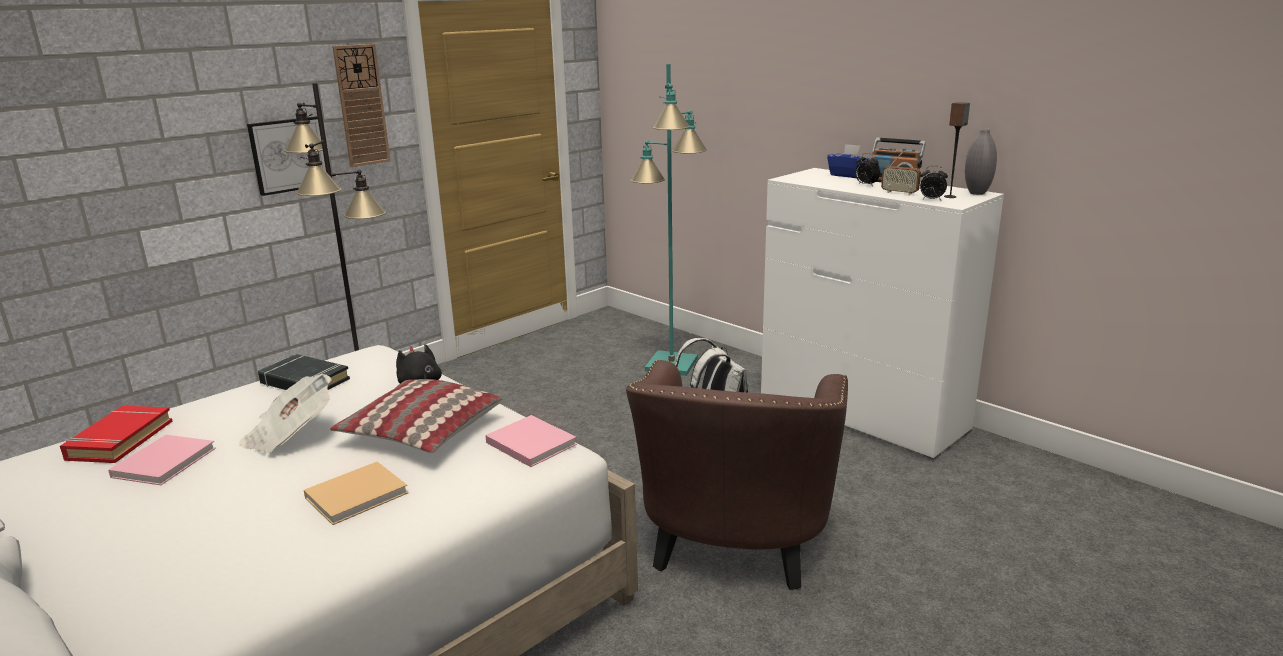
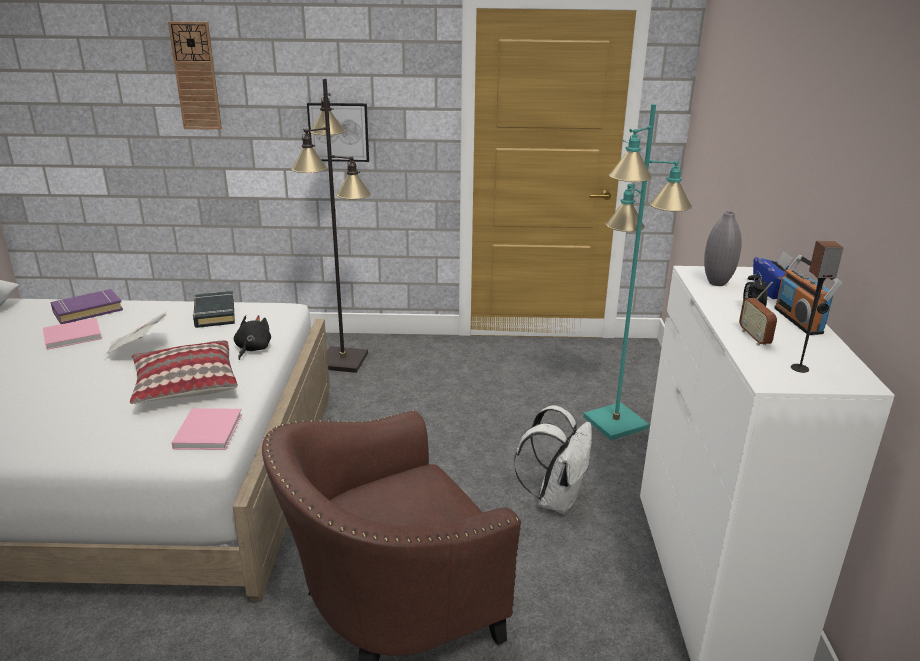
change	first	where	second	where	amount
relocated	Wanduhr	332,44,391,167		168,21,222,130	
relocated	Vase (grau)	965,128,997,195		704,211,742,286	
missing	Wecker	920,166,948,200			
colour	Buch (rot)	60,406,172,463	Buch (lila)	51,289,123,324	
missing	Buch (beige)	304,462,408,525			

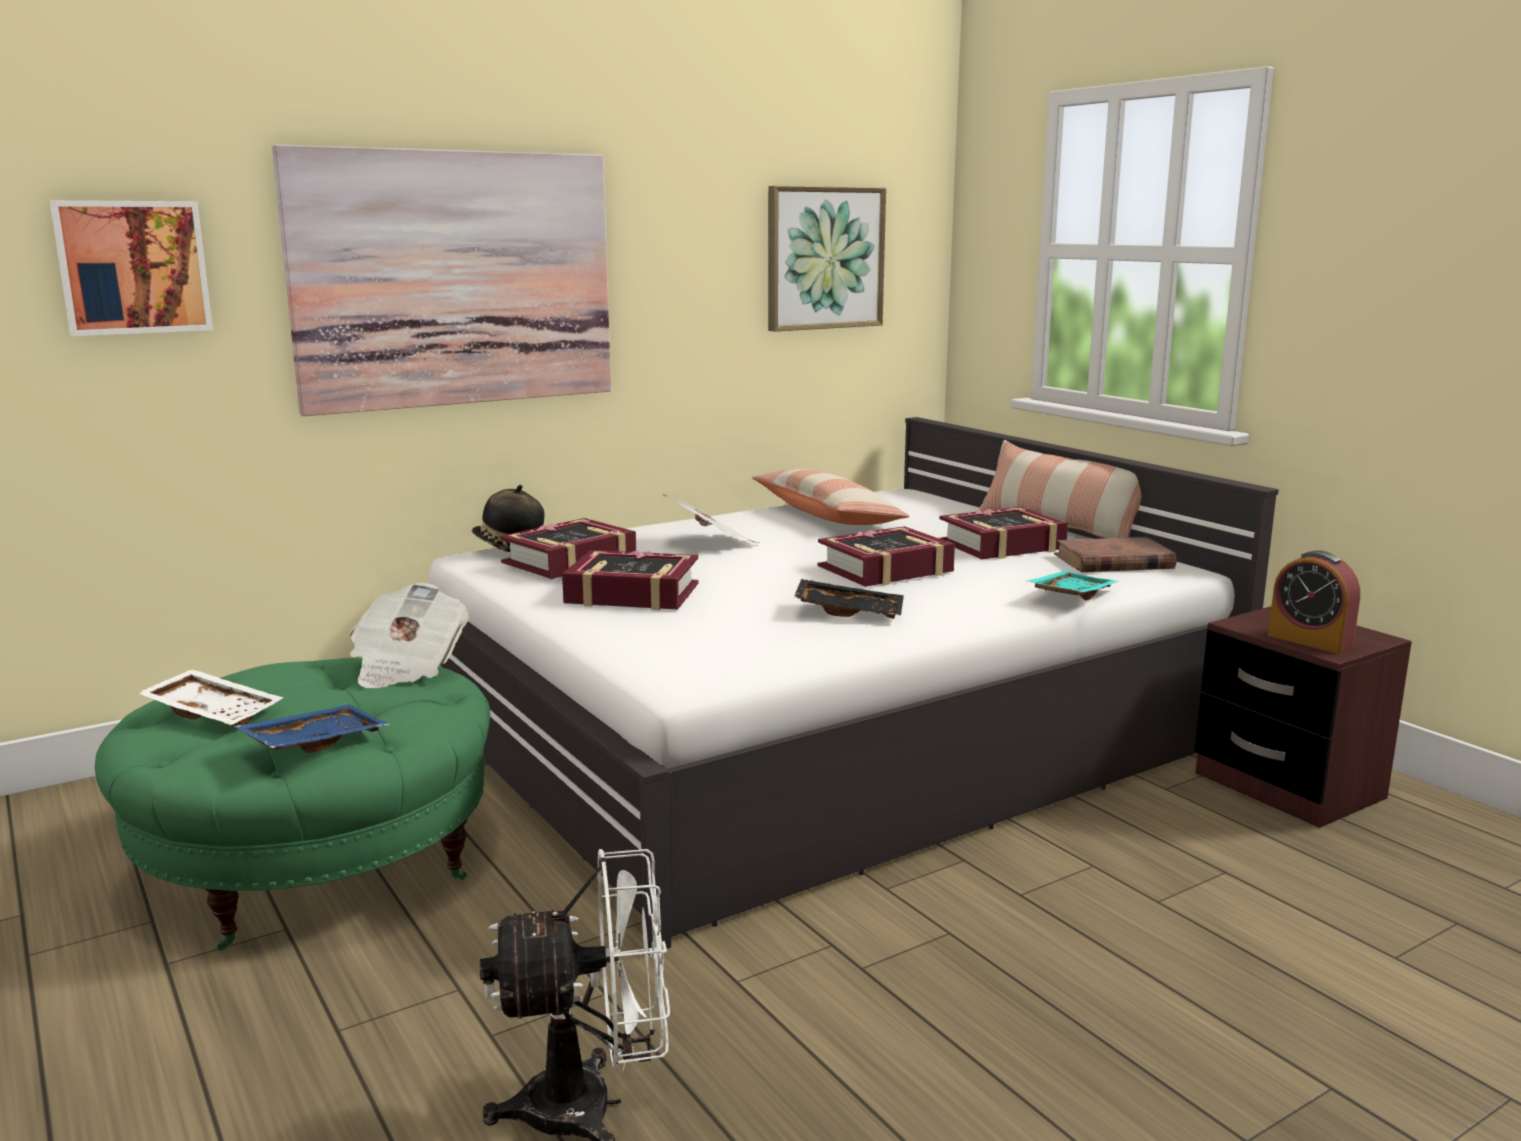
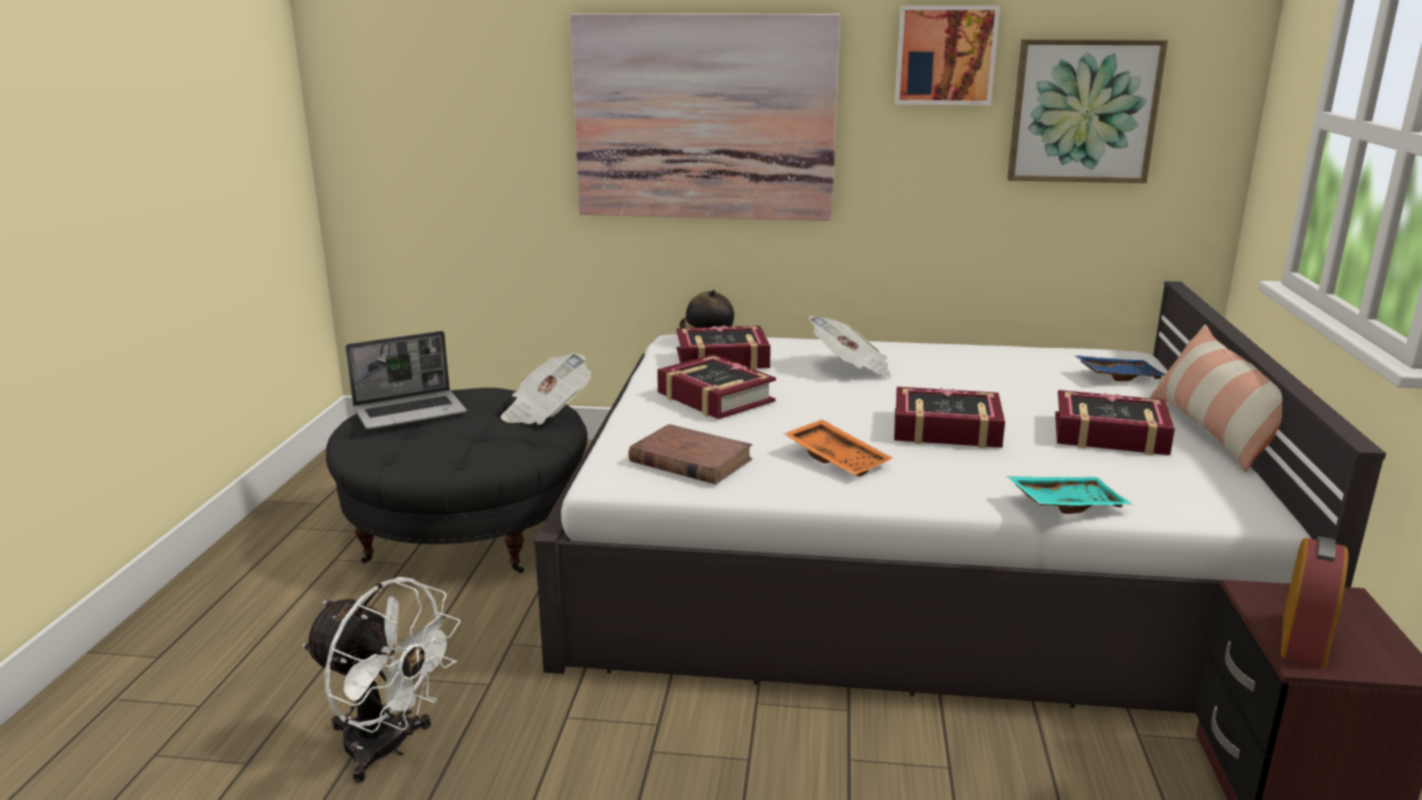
change	first	where	second	where	amount
relocated	Bild	50,200,213,336		895,5,1000,105	
missing	Kissen	752,469,909,525			
relocated	Buch (braun)	1054,537,1177,572		628,424,753,484	
spun	Wecker	1268,550,1360,654		1281,536,1348,668	150 degrees counterclockwise
colour	Tablett (schwarz)	794,579,904,619	Tablett (orange)	784,419,893,476	
colour	Polsterhocker (grün)	95,657,490,951	Polsterhocker (schwarz)	326,388,588,573	
exchanged	Tablett (weiß)	138,669,283,726	Laptop	346,331,467,429	
relocated	Tablett (blau)	234,704,390,753		1074,355,1165,381	

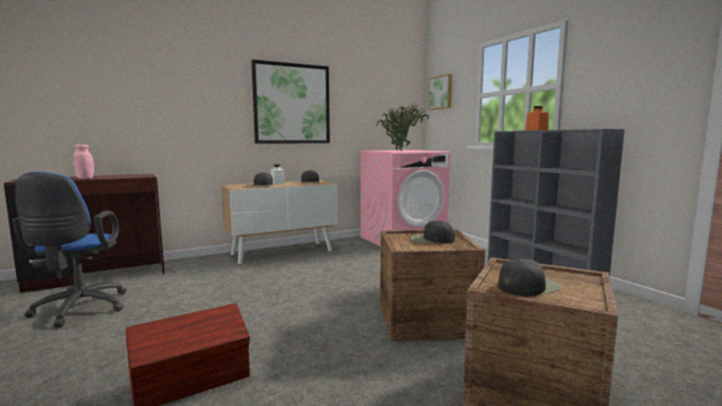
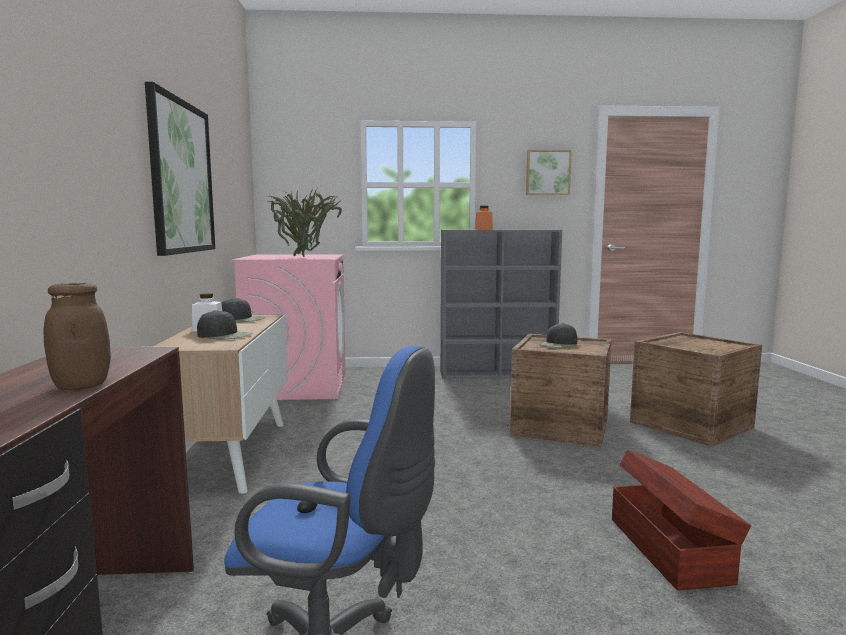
change	first	where	second	where	amount
relocated	Bild	428,74,452,110		526,150,572,195	
colour	Vorratsglas (rosa)	73,145,94,179	Vorratsglas (braun)	43,283,111,390	
missing	Kappe (schwarz)	498,259,561,296			

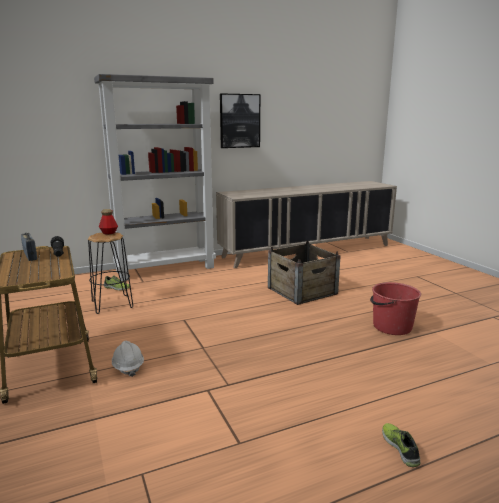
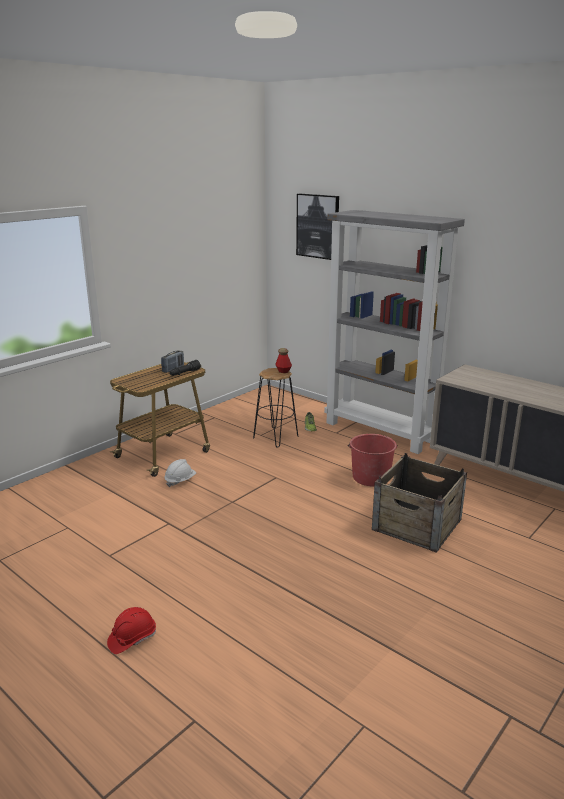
change	first	where	second	where	amount
relocated	Bild	220,94,260,148		296,194,339,260	
relocated	Eimer (rot)	370,282,421,335		348,434,398,486	
exchanged	Schuh	382,423,420,467	Schutzhelm (rot)	107,607,156,654	

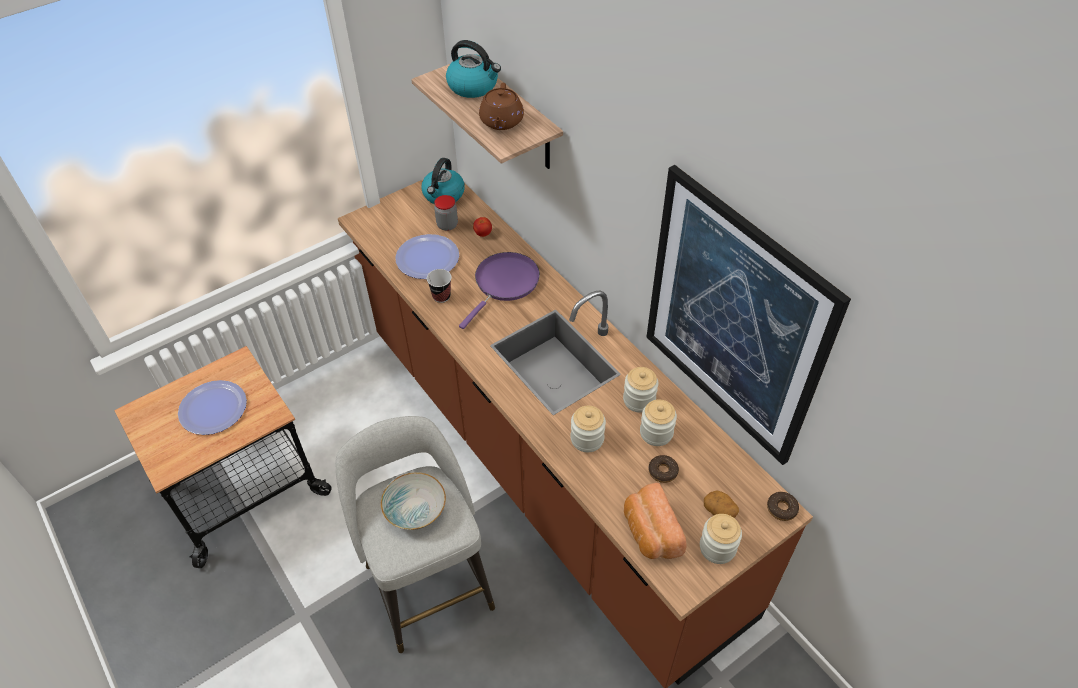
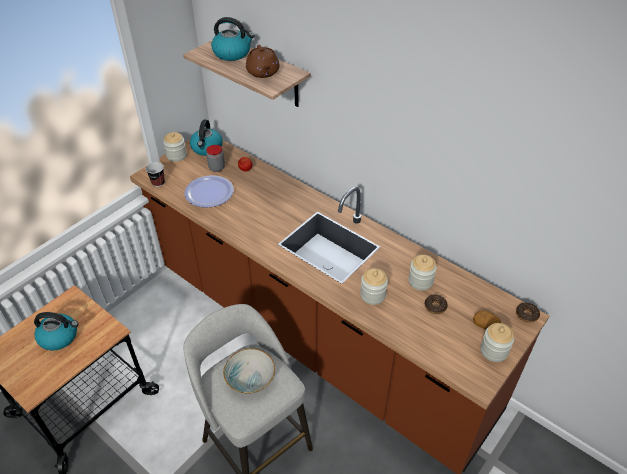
change	first	where	second	where	amount
missing	Bild	647,165,851,465			
missing	Pfanne (lila)	459,252,540,329			
relocated	Tasse	427,269,452,303		146,162,165,187	
relocated	Vorratsglas	623,367,658,413		163,132,187,162	
exchanged	Teller	178,380,247,435	Wasserkessel	34,312,78,351	
missing	Brot	624,483,687,559			

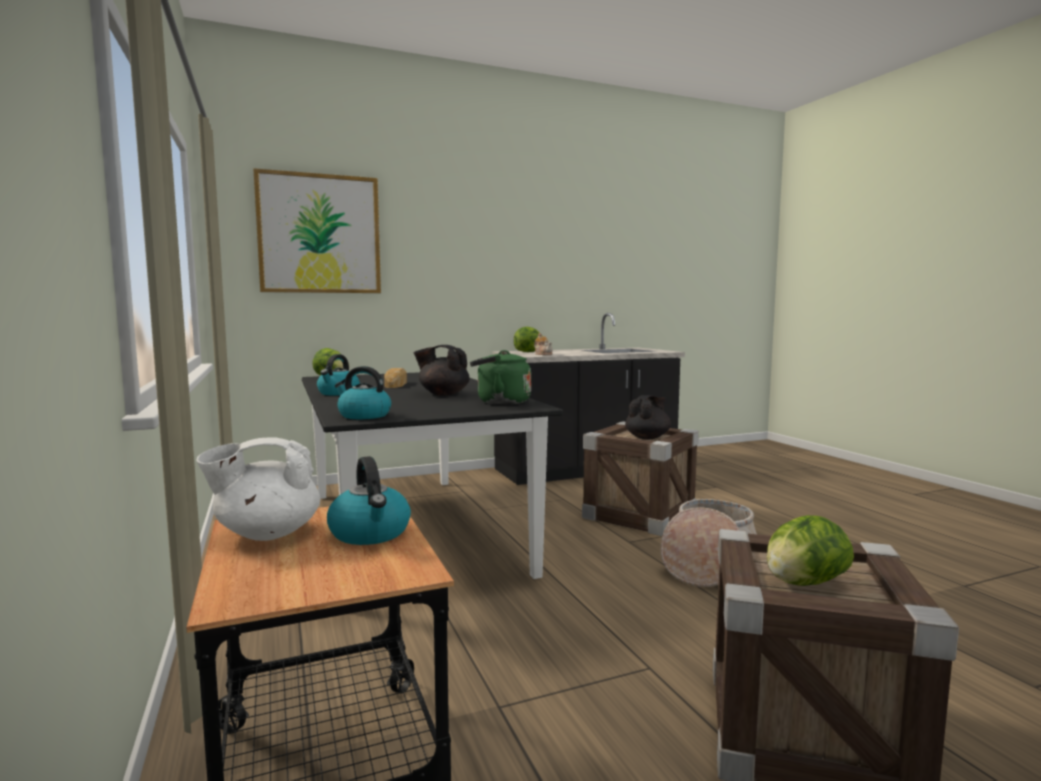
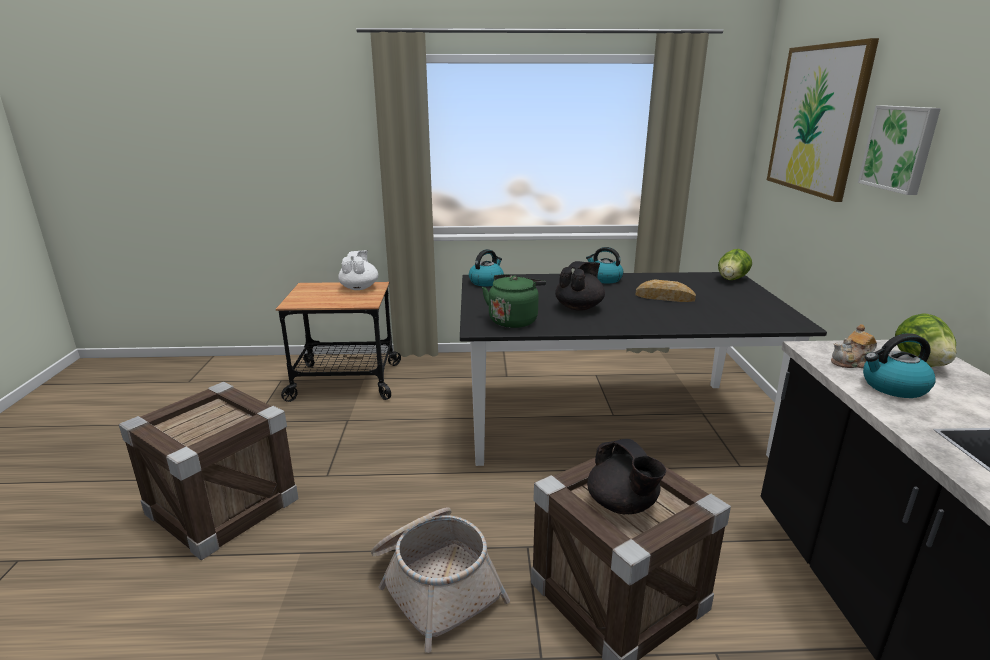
change	first	where	second	where	amount
relocated	Wasserkessel	327,456,411,545		863,333,936,398	
missing	Salatkopf	767,515,854,586			
appeared			Bild	858,105,941,195	

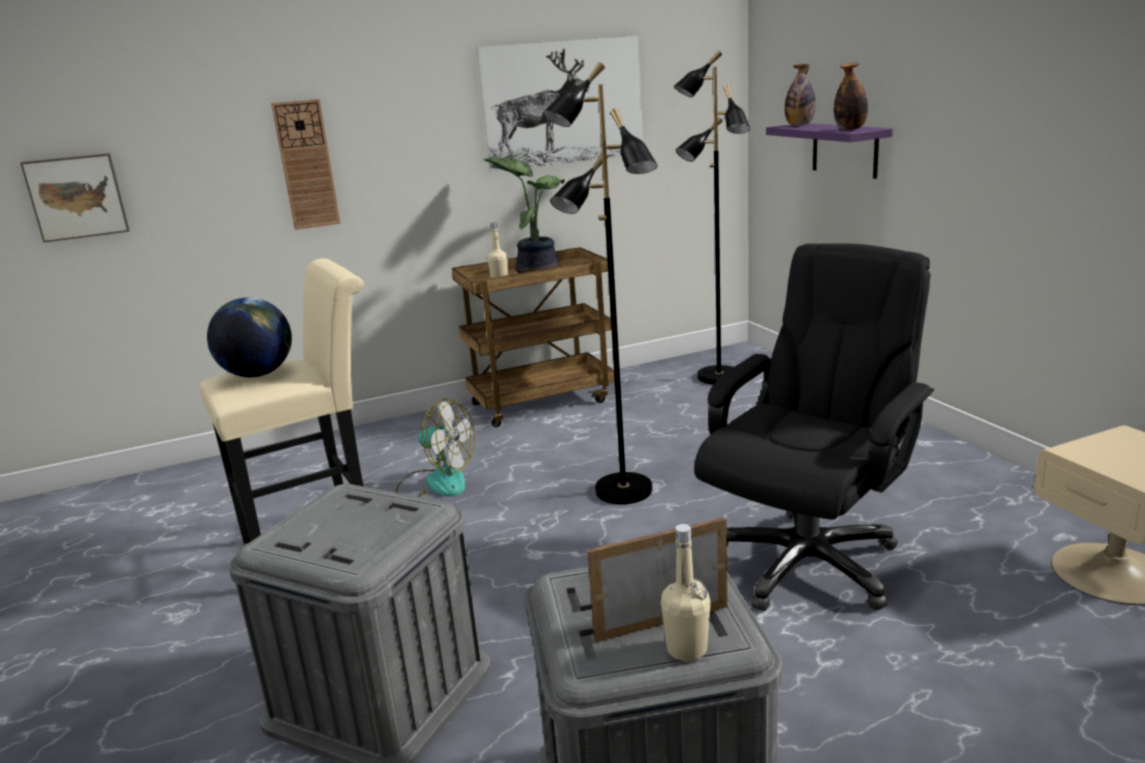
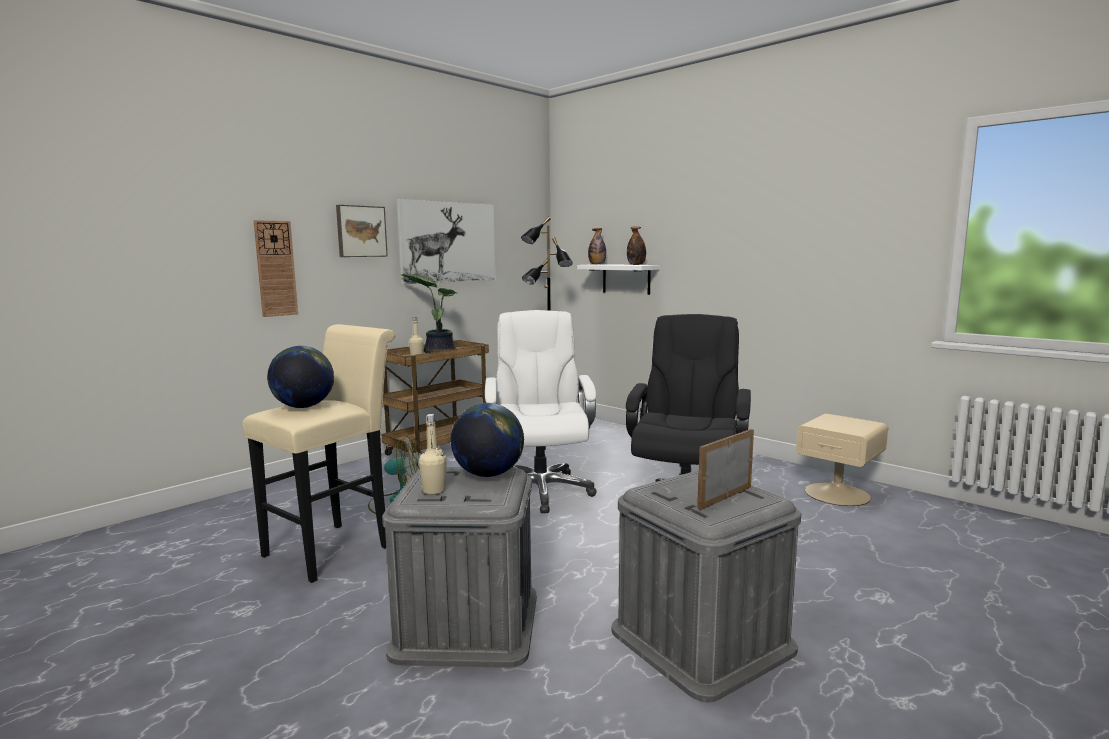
change	first	where	second	where	amount
exchanged	Stehlampe (schwarz)	543,62,658,504	Bürostuhl (weiß)	485,310,597,513	
colour	Wandregal (lila)	766,123,893,179	Wandregal (weiß)	577,264,660,295	
relocated	Bild	20,153,130,242		336,205,388,257	
relocated	Flasche (beige)	661,524,711,661		419,414,447,495	
appeared			Globus	451,403,524,477	

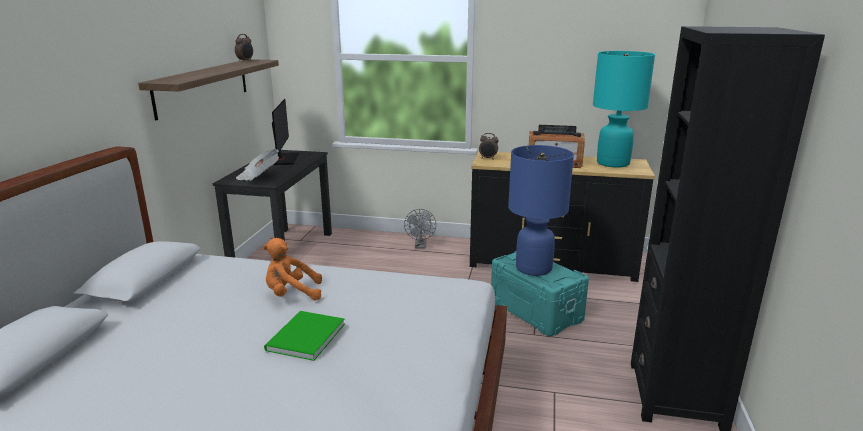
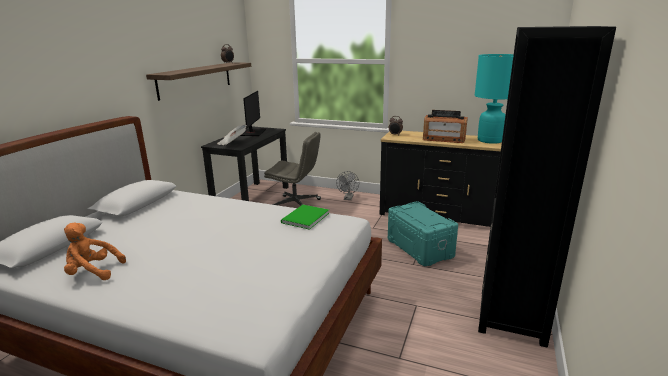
change	first	where	second	where	amount
missing	Tischlampe (blau)	508,145,574,276			
relocated	Plüschtier (orange)	263,238,322,301		64,223,126,280	
relocated	Buch (grün)	264,311,345,361		281,205,329,230	
appeared			Bürostuhl (grau)	264,132,321,206	

